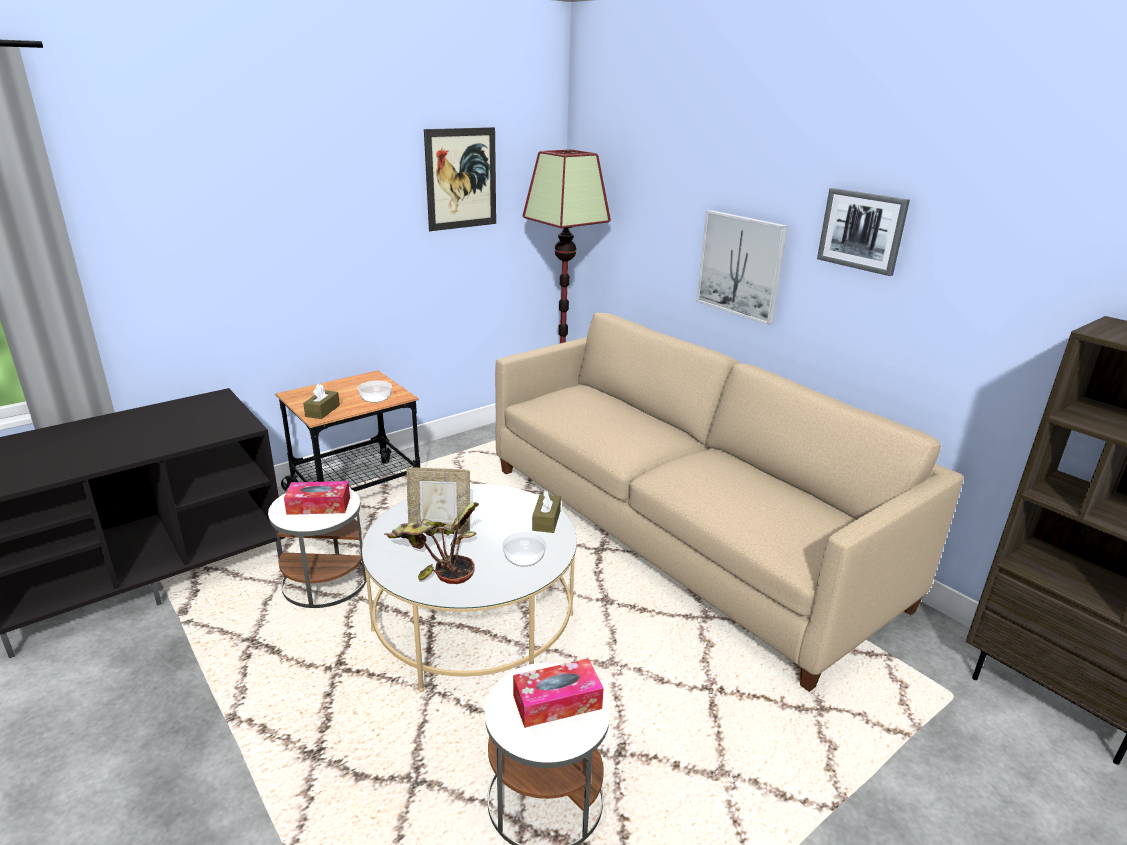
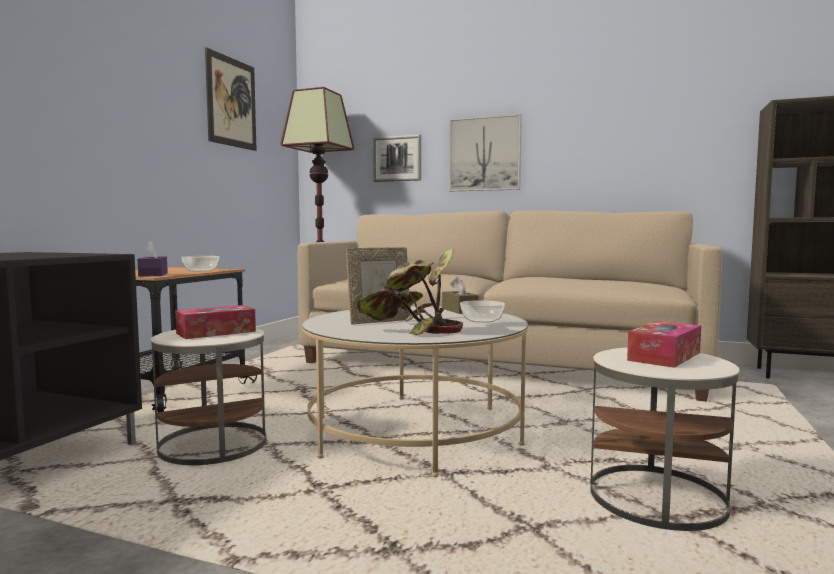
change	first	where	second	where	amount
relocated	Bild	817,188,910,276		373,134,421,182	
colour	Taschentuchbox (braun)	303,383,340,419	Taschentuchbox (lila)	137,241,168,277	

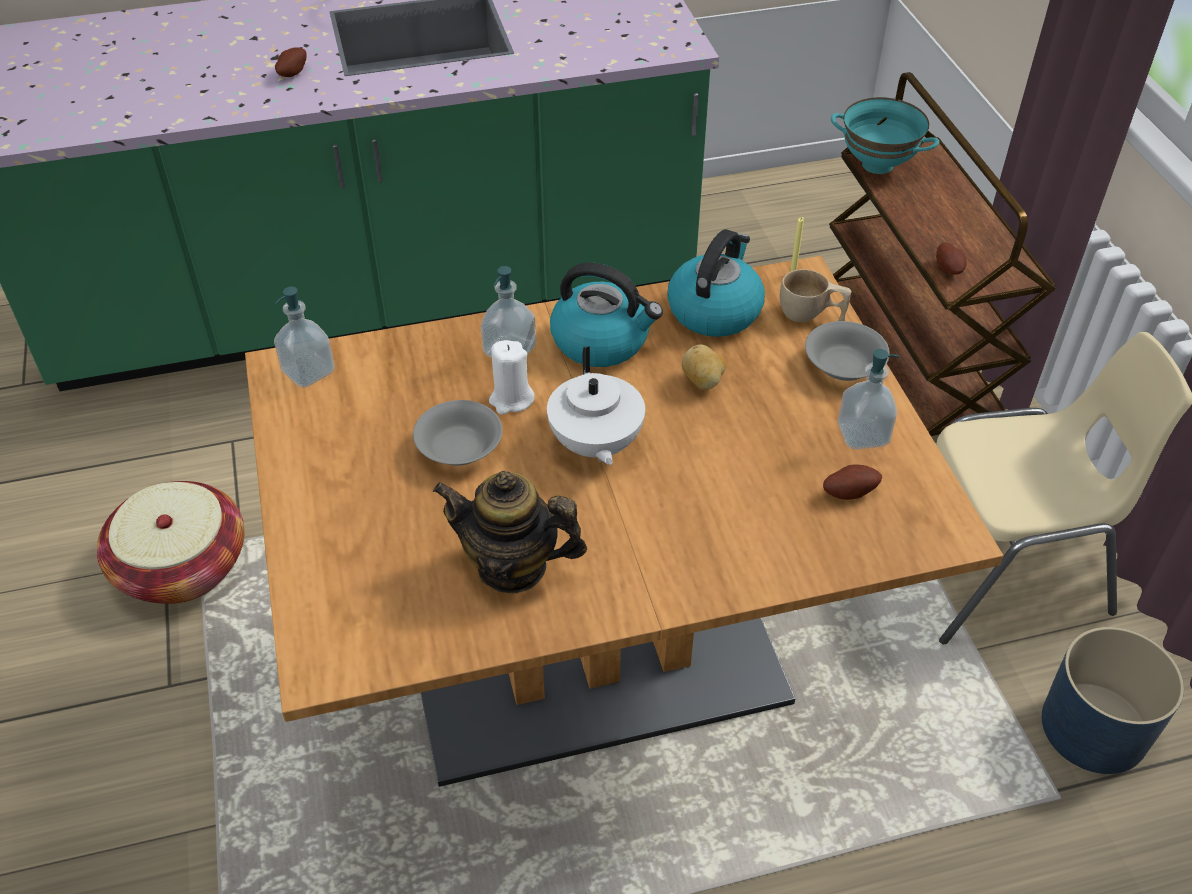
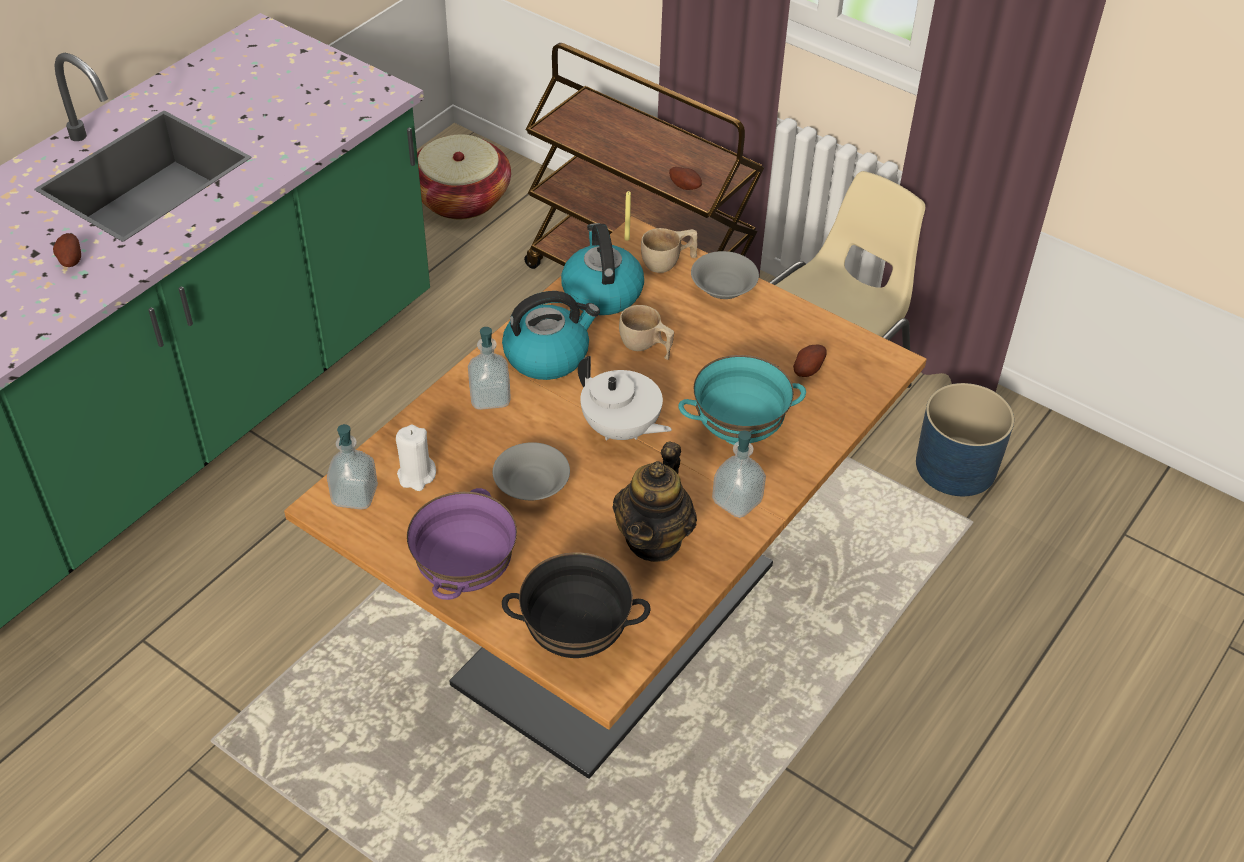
change	first	where	second	where	amount
relocated	Schüssel (türkis)	831,97,940,174		678,355,806,445	
relocated	Kerze (weiß)	489,340,535,415		396,424,436,491	
exchanged	Kartoffel	682,344,726,390	Tasse (beige)	619,305,674,360	
relocated	Seifenspender	837,349,899,450		712,429,766,518	
spun	Teekanne	433,470,587,594		612,441,697,562	45 degrees counterclockwise
relocated	Korb	97,481,245,604		417,135,511,219	
appeared			Schüssel (lila)	407,488,517,600	
appeared			Schüssel (schwarz)	502,552,651,658	

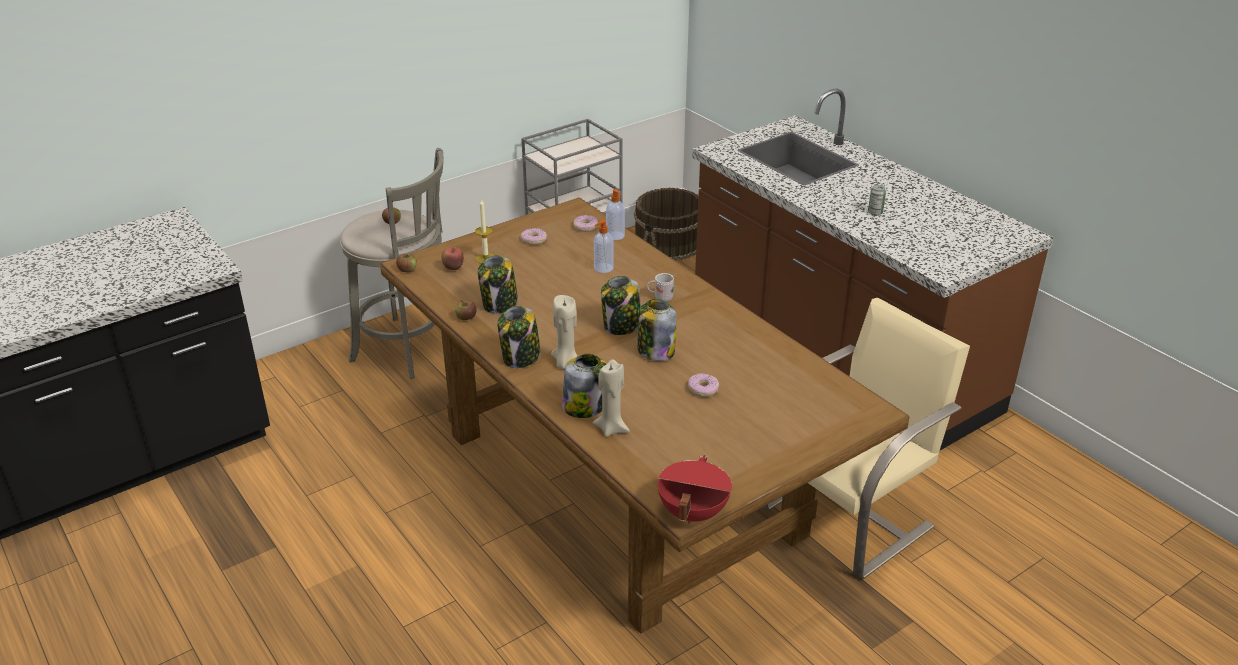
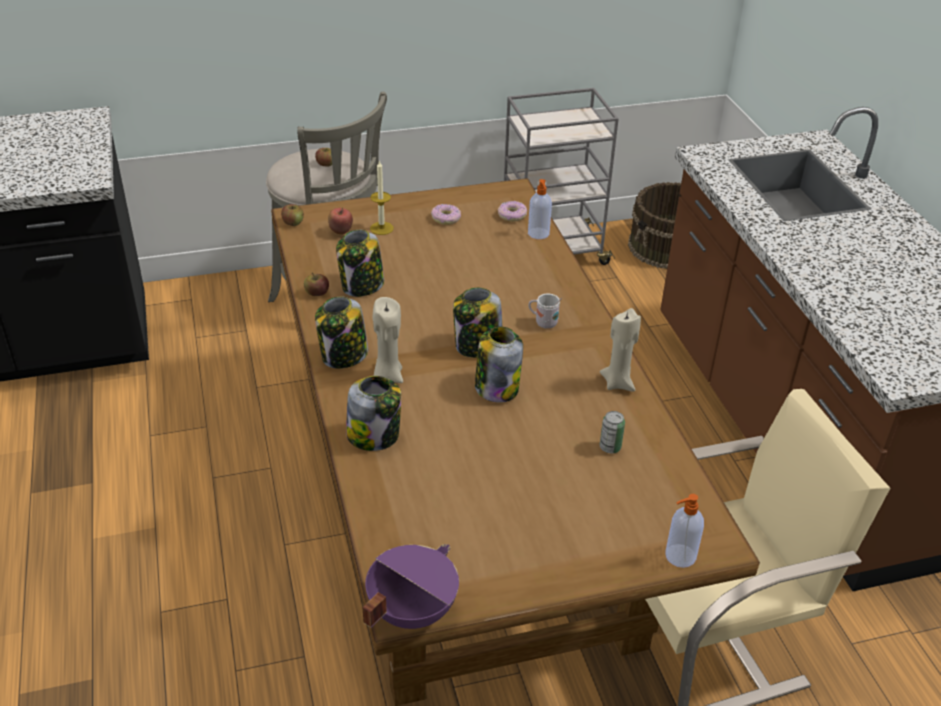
change	first	where	second	where	amount
relocated	Dose	868,185,886,215		600,411,625,453	
relocated	Seifenspender	594,220,614,273		665,494,704,568	
relocated	Kerze (beige)	593,359,630,437		600,308,641,392	
missing	Donut	688,373,719,397			
colour	Kochtopf (rot)	658,455,732,524	Kochtopf (lila)	363,544,459,629	

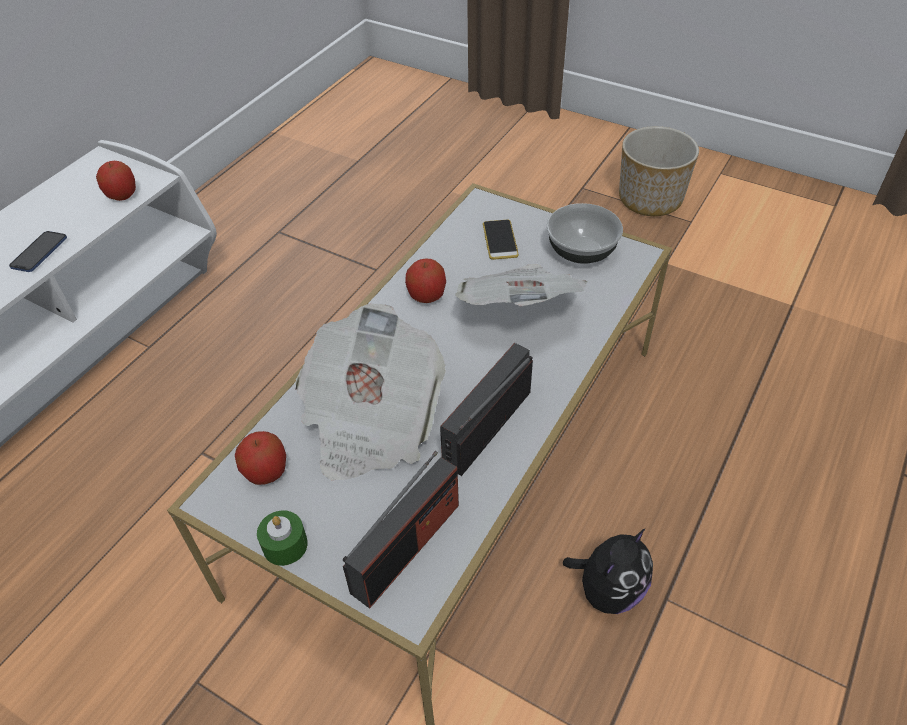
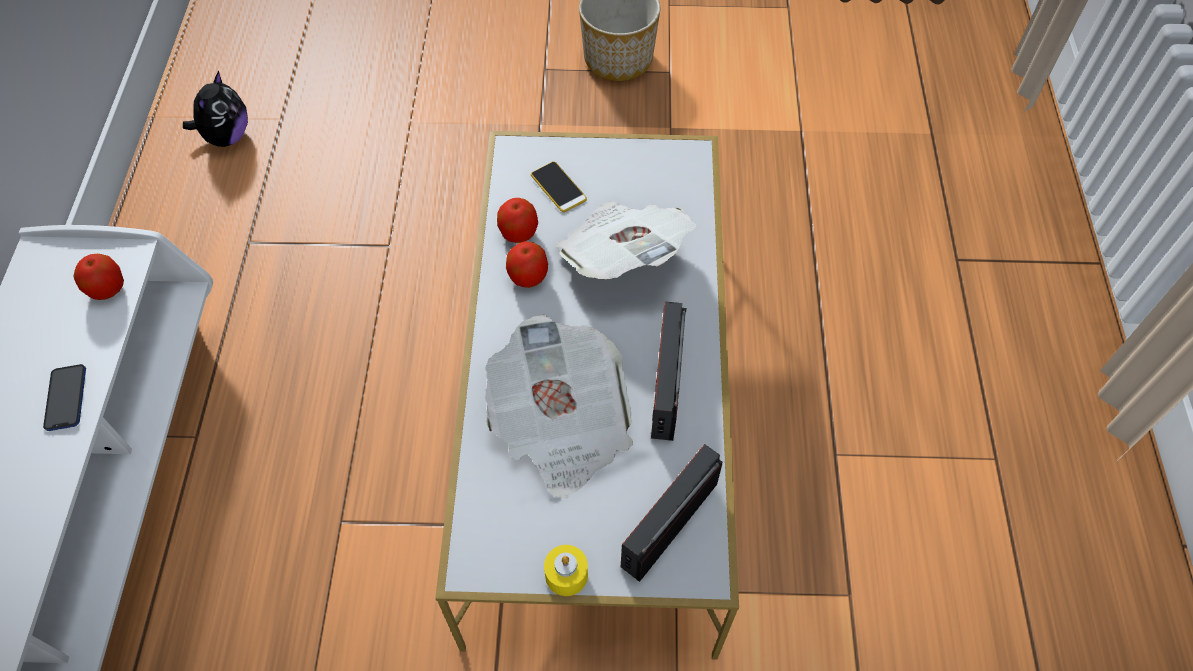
change	first	where	second	where	amount
missing	Schüssel	547,203,623,264			
relocated	Apfel	235,431,286,485		497,198,538,243	
spun	Radio	343,451,459,609		621,444,722,582	150 degrees counterclockwise
colour	Kerze (grün)	257,510,308,566	Kerze (gelb)	544,545,588,596	
relocated	Plüschtier	563,528,653,614		183,70,248,147	

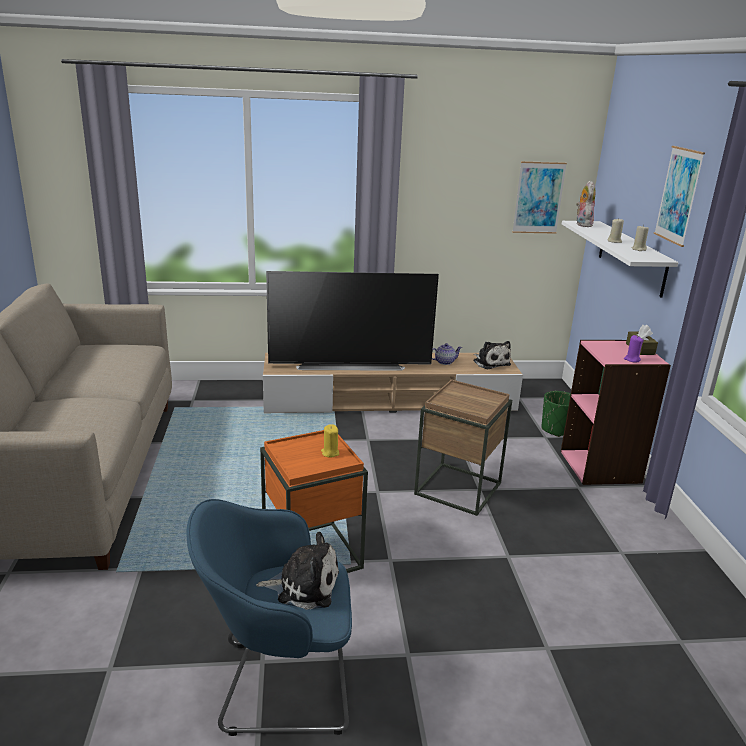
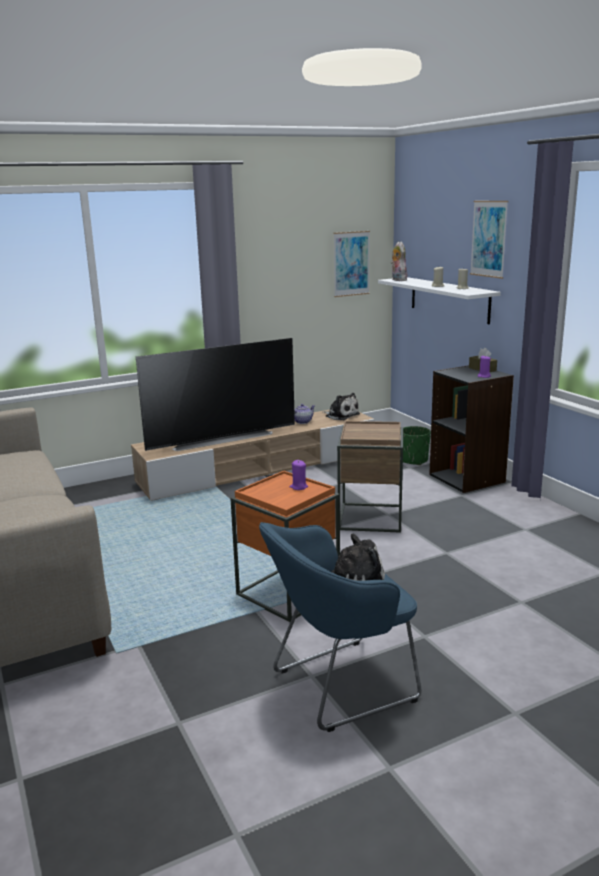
change	first	where	second	where	amount
colour	Bücherregal (rosa)	561,340,671,485	Bücherregal (schwarz)	429,365,514,493	
colour	Kerze (gelb)	321,424,339,458	Kerze (lila)	290,460,308,490	

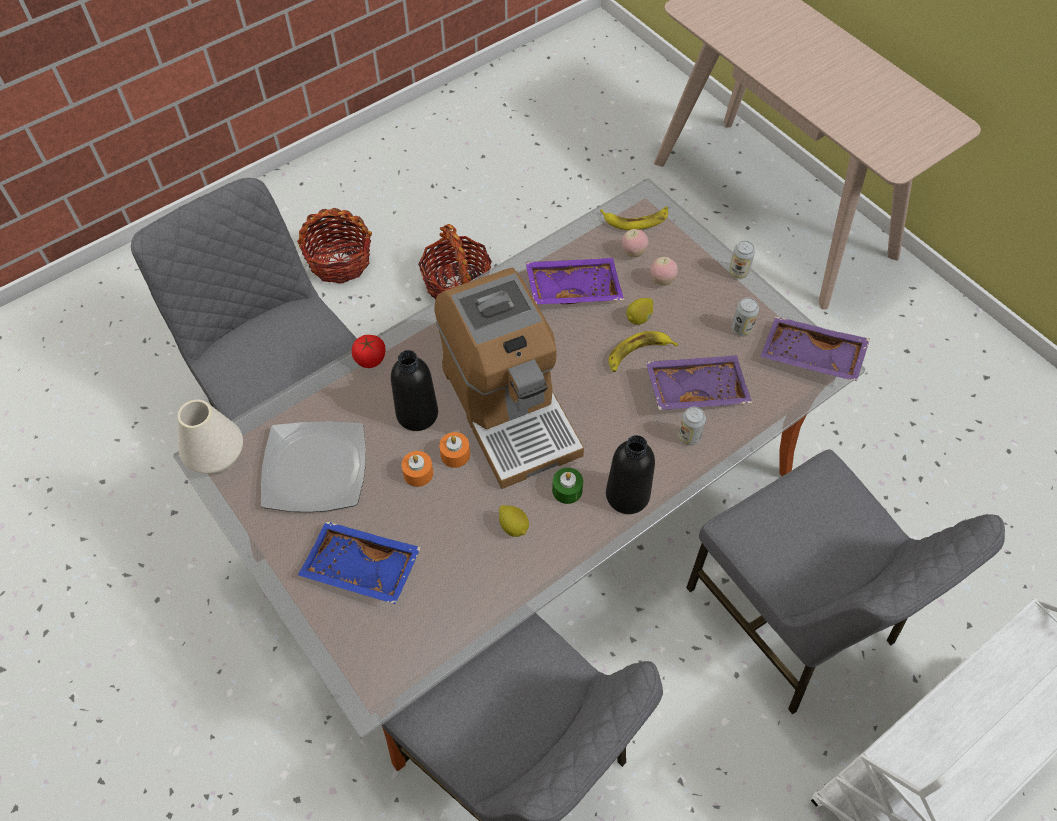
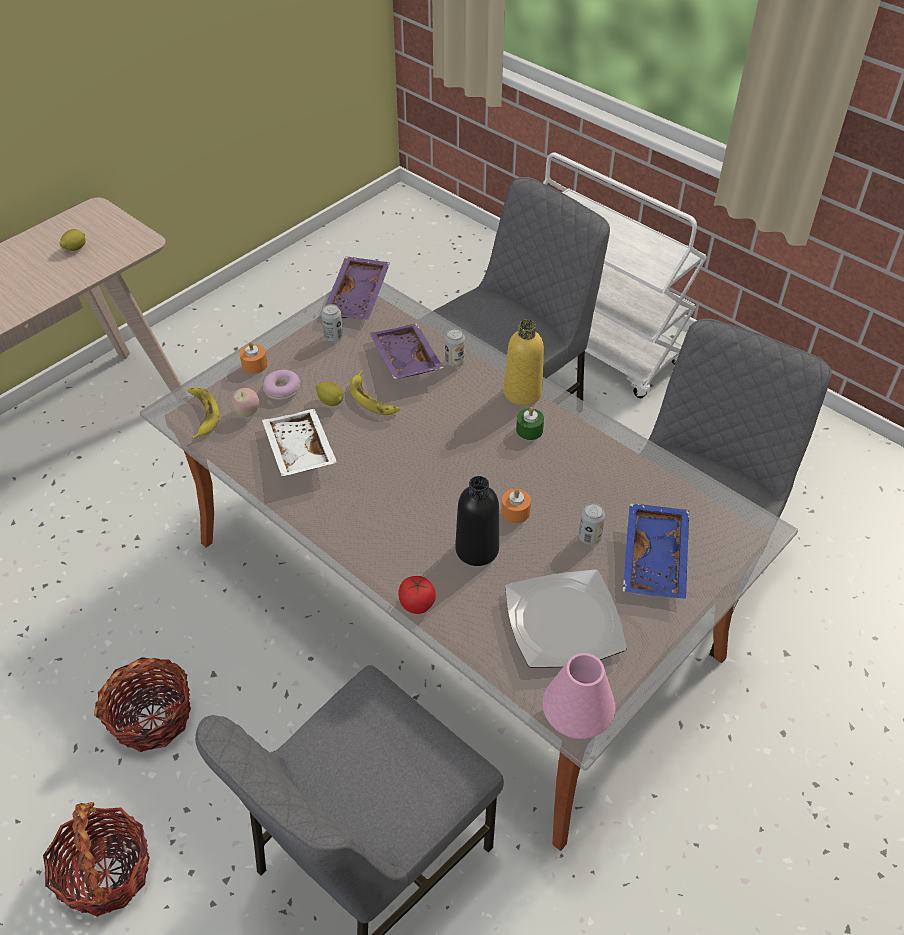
change	first	where	second	where	amount
relocated	Dose	729,241,755,279		578,503,605,545	
exchanged	Apfel	650,257,678,286	Donut	263,370,301,400	
colour	Tablett (lila)	525,258,624,304	Tablett (weiß)	262,409,337,476	
missing	Kaffeemaschine	434,268,584,489			
colour	Vase (weiß)	177,400,243,474	Vase (rosa)	543,653,615,739	
colour	Flasche (schwarz)	606,435,655,514	Flasche (gelb)	504,320,544,405	
relocated	Kerze (orange)	401,451,433,487		240,342,267,374	
relocated	Zitrone	499,505,529,537		59,229,86,251	

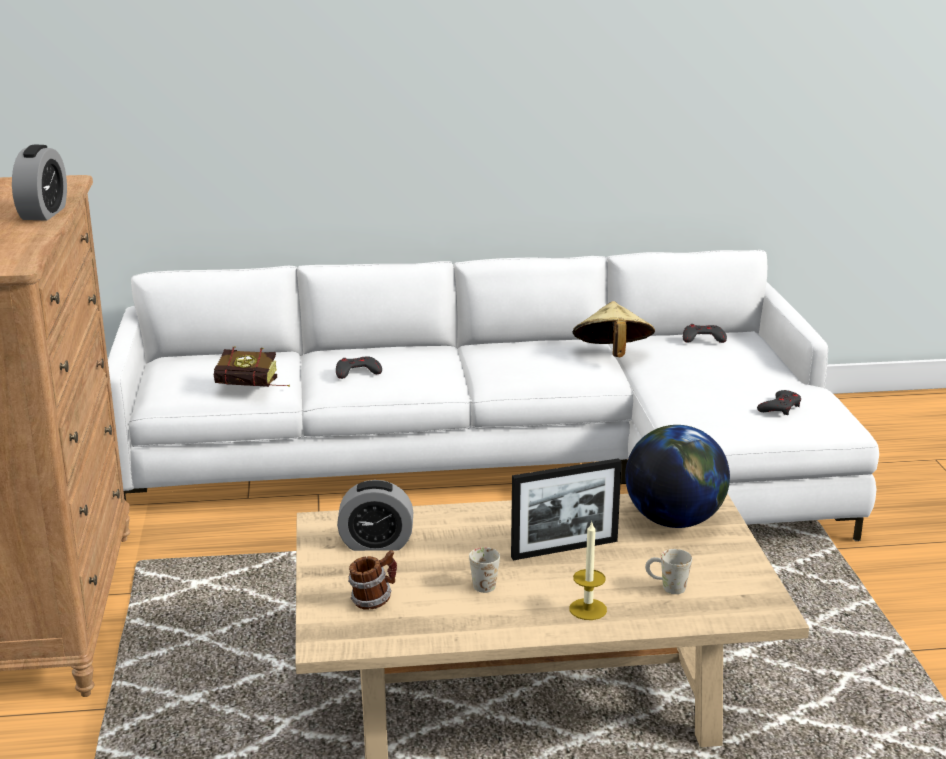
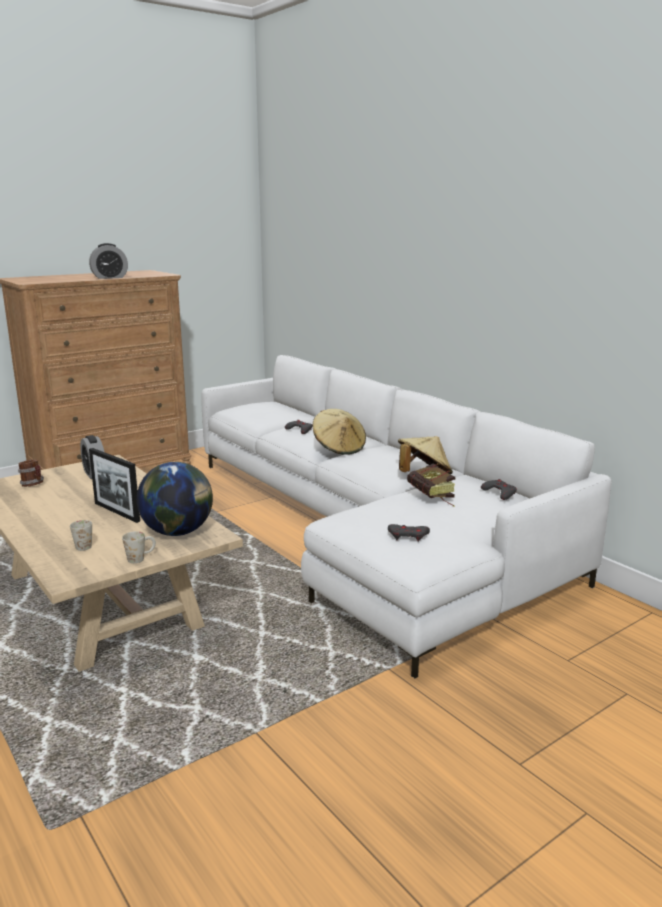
change	first	where	second	where	amount
relocated	Buch	214,346,289,387		407,463,455,507	
missing	Kerze	569,520,607,620			
relocated	Henkelbecher (weiß)	469,547,500,593		122,531,156,563	
appeared			Hut (beige)	313,409,366,455	

